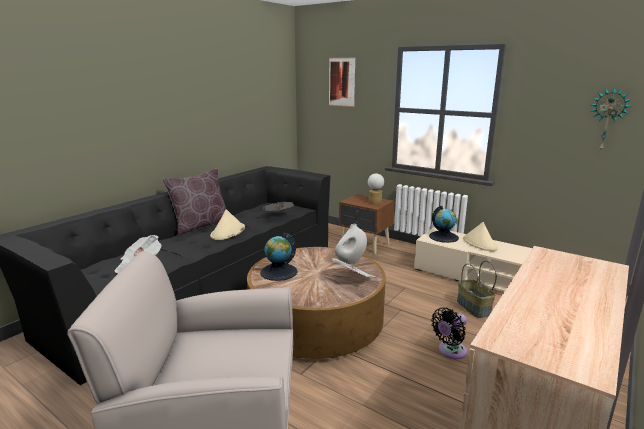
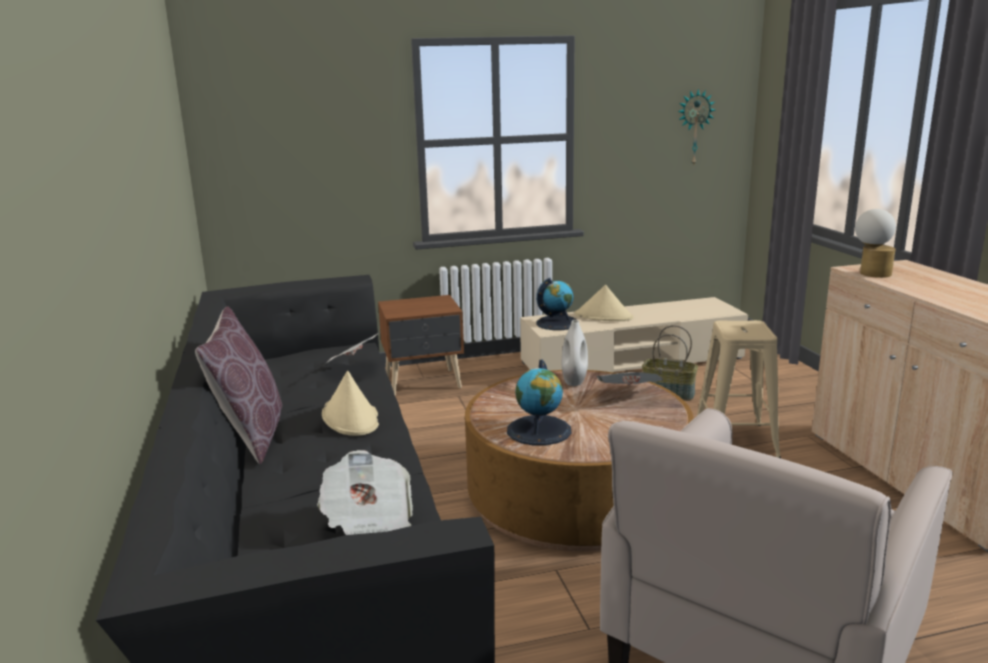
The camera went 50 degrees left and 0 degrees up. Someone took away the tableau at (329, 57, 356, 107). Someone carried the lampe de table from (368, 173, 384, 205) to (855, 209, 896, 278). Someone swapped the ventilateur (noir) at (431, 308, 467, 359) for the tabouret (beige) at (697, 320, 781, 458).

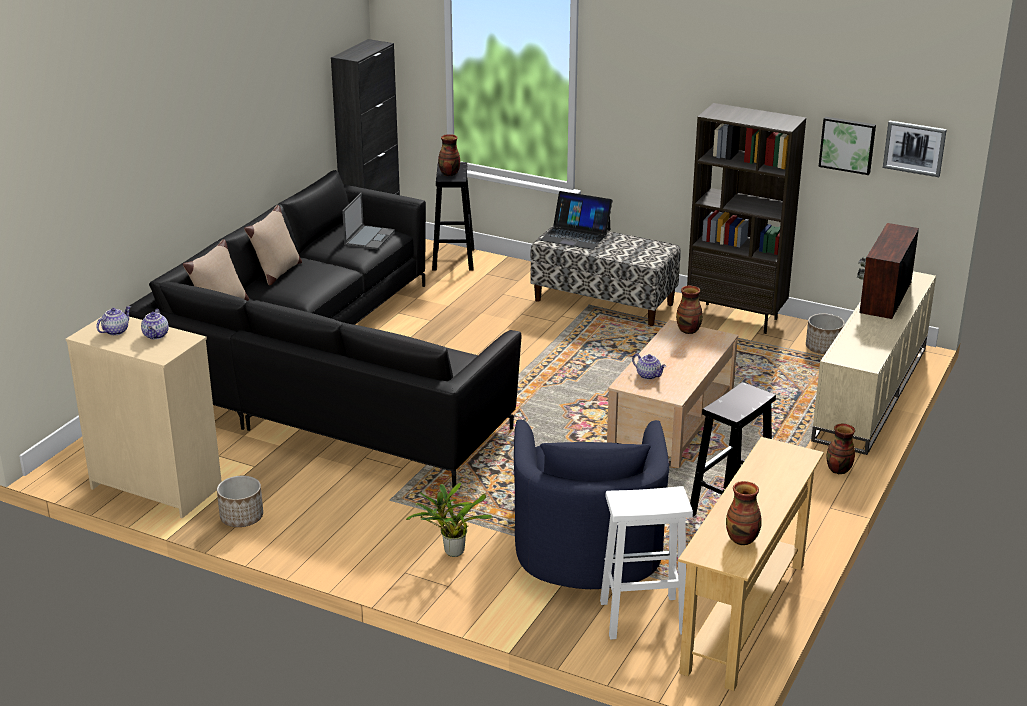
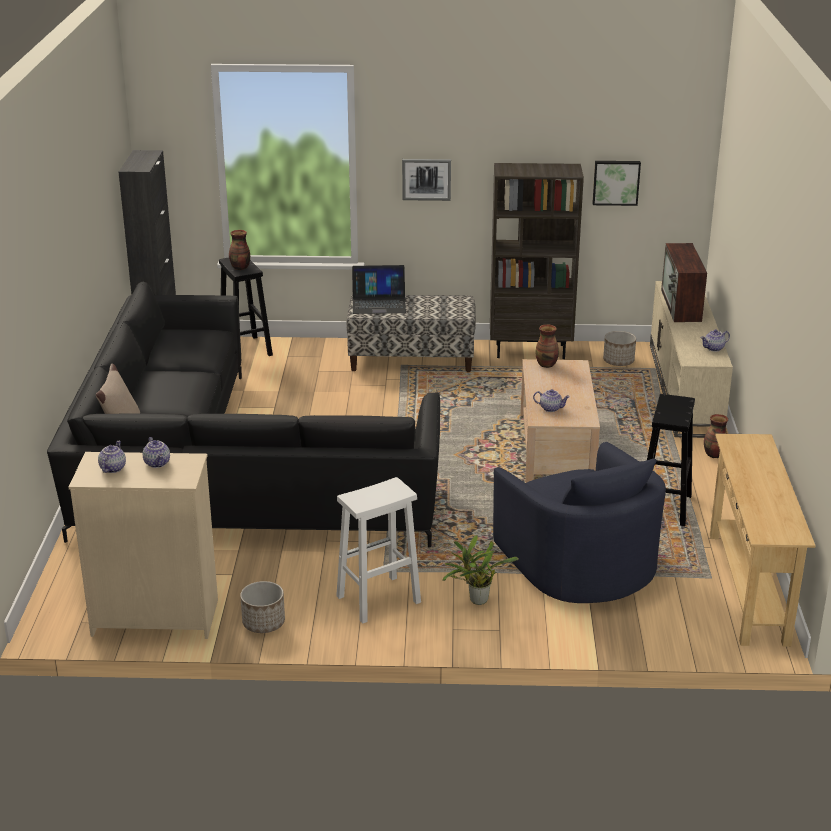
The camera went 25 degrees left and 0 degrees up. Someone carried the tableau from (883, 120, 947, 177) to (402, 159, 451, 201). Someone took away the ordinateur portable at (342, 193, 395, 250). Someone took away the coussin (beige) at (244, 205, 302, 286). Someone took away the vase at (726, 481, 762, 545). Someone carried the tabouret (blanc) from (600, 486, 693, 640) to (336, 477, 421, 624). Someone put down the théière at (701, 330, 730, 352).

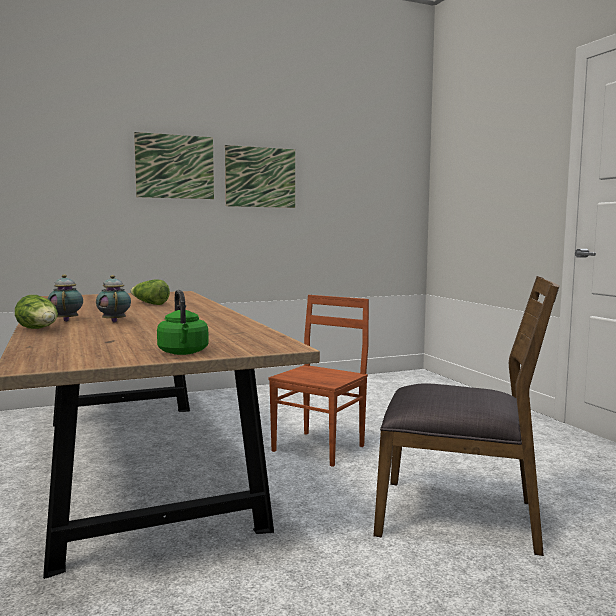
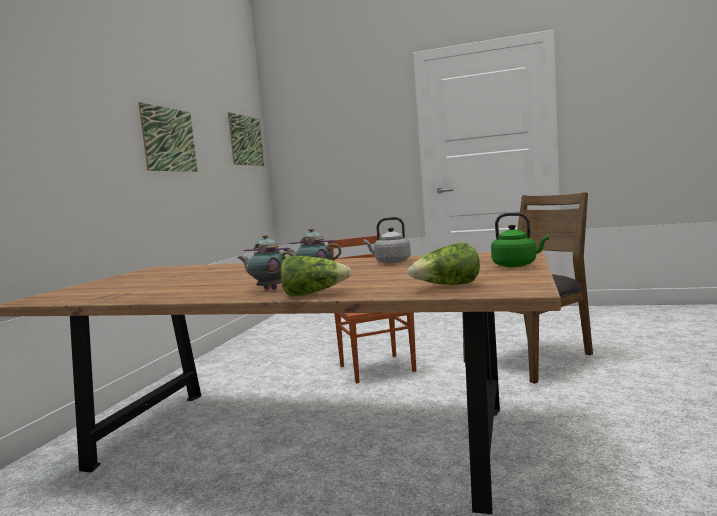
The camera went 50 degrees left and 0 degrees up. Someone carried the tableau from (134, 132, 214, 199) to (228, 112, 264, 166). Someone carried the laitue from (130, 280, 170, 305) to (408, 243, 480, 285). Someone put down the bouilloire (gris) at (363, 217, 411, 263).

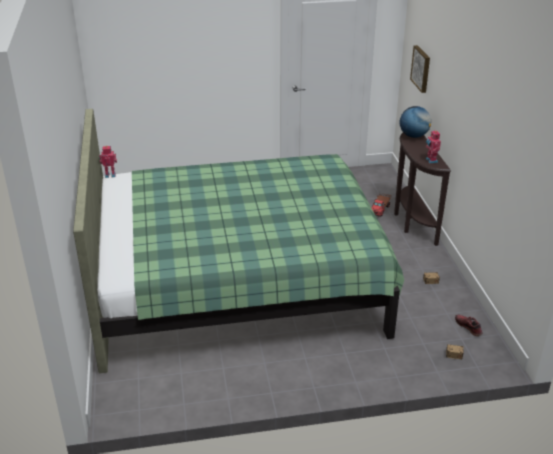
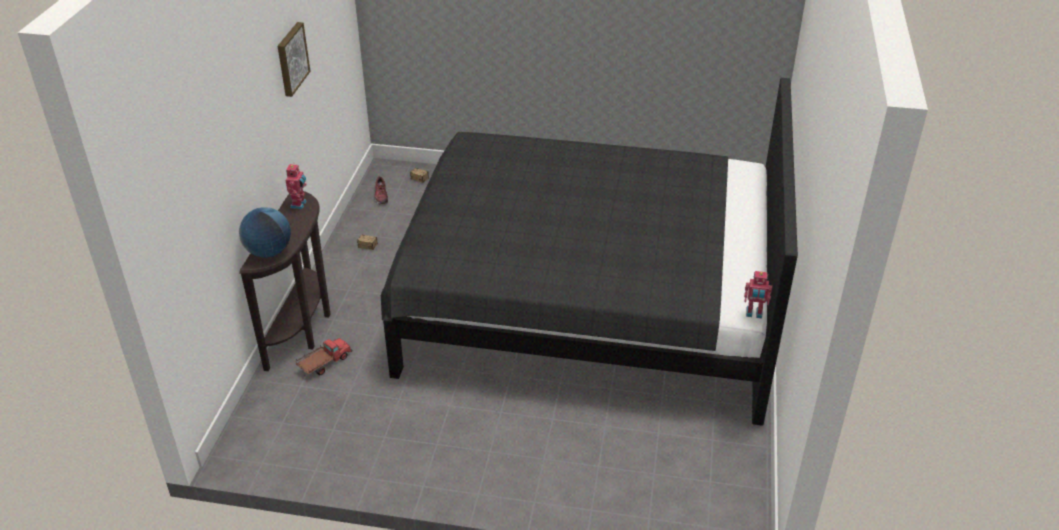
The camera went 160 degrees left and 5 degrees up. Someone carried the tableau from (410, 45, 430, 93) to (278, 22, 311, 97). Someone repainted the lit (vert) at (73, 109, 404, 373), which became the lit (noir) at (381, 78, 798, 426).

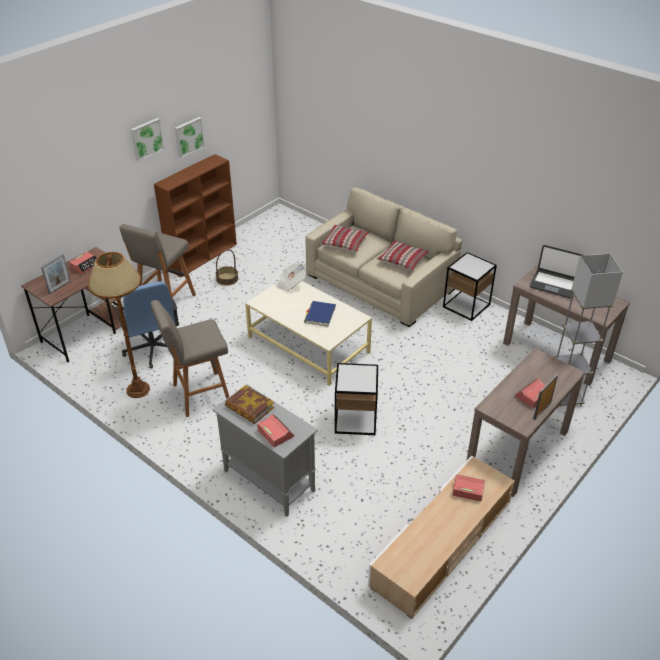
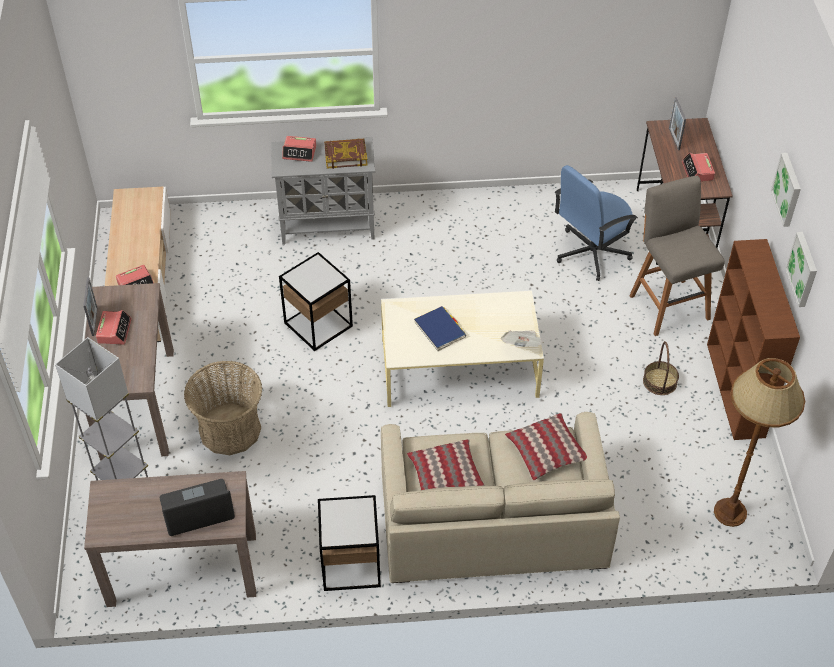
The camera went 135 degrees right and 10 degrees up. Someone carried the lampadaire (marron) from (88, 252, 150, 398) to (714, 358, 805, 527). Someone rotated the chaise de bureau (bleu) at (115, 281, 179, 369) by 60 degrees counterclockwise. Someone took away the tabouret (gris) at (151, 300, 229, 417). Someone put down the panier at (184, 361, 262, 455).

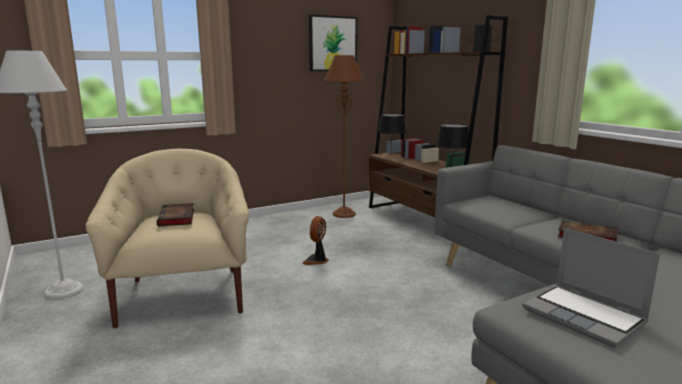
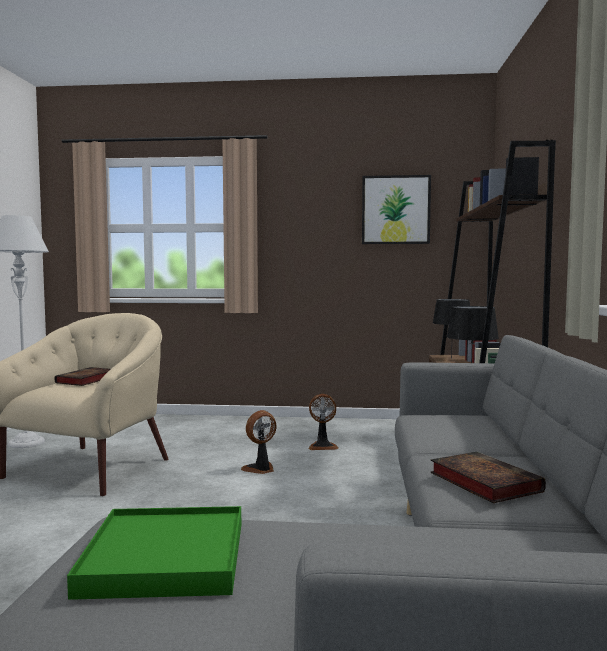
The camera went 35 degrees right and 10 degrees down. Someone took away the lampadaire (marron) at (324, 55, 364, 218). Someone swapped the ordinateur portable at (523, 228, 660, 347) for the plateau (vert) at (67, 506, 241, 600). Someone put down the ventilateur at (308, 394, 338, 450).

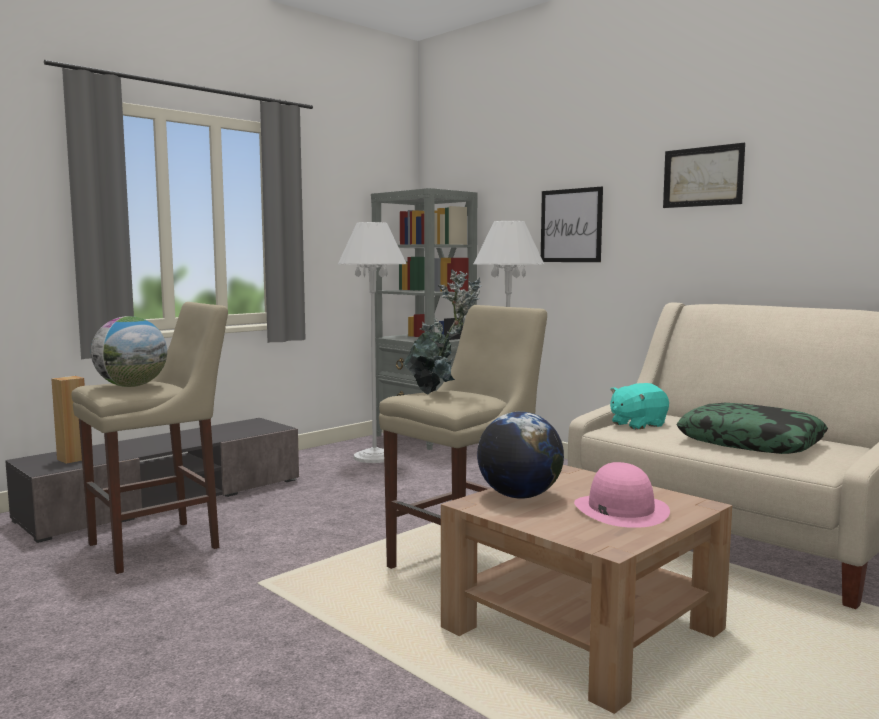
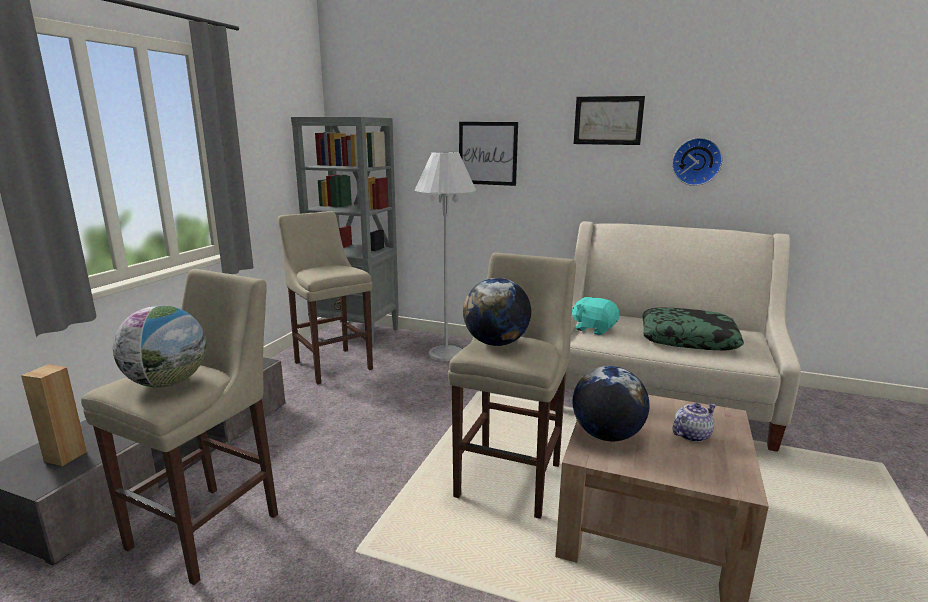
The camera went 25 degrees left and 10 degrees up. Someone swapped the lampadaire (blanc) at (338, 222, 407, 463) for the tabouret (beige) at (278, 211, 373, 384). Someone swapped the plante en pot at (404, 270, 481, 394) for the globe at (463, 278, 531, 346). Someone rotated the peluche (turquoise) at (610, 383, 669, 430) by 90 degrees clockwise. Someone swapped the chapeau (rose) at (574, 462, 670, 528) for the théière at (673, 403, 716, 442). Someone put up the horloge murale at (672, 138, 723, 186).

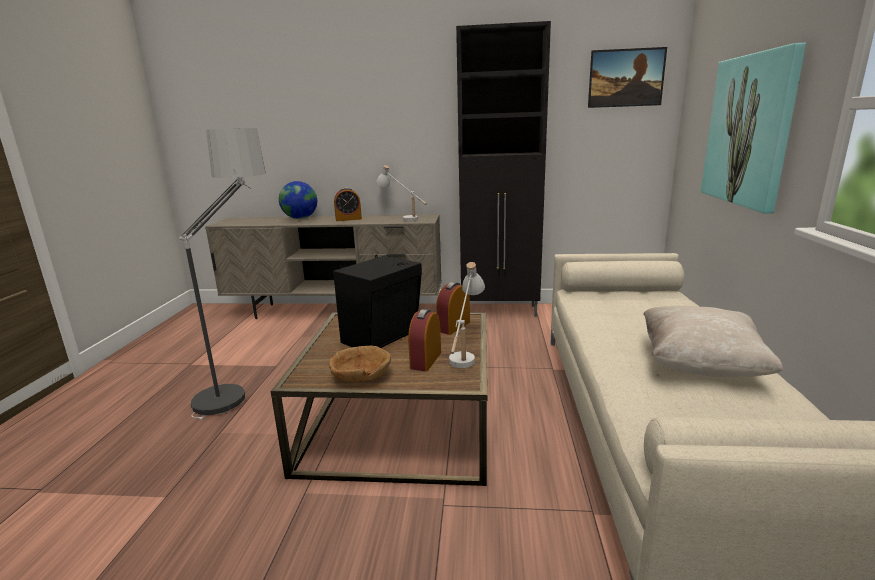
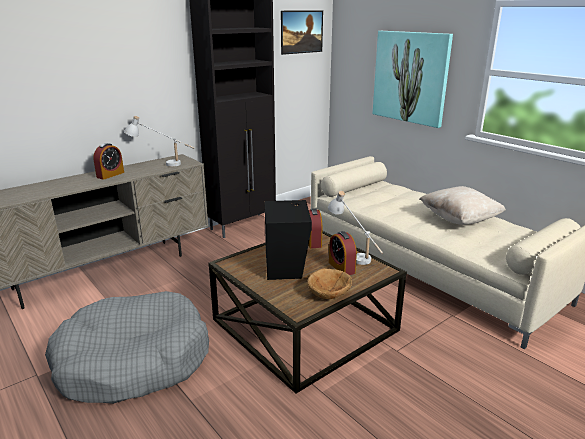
The camera went 45 degrees left and 5 degrees up. Someone swapped the lampadaire at (179, 128, 266, 420) for the panier pour chien (gris) at (45, 291, 209, 404). Someone took away the globe at (279, 181, 317, 219).

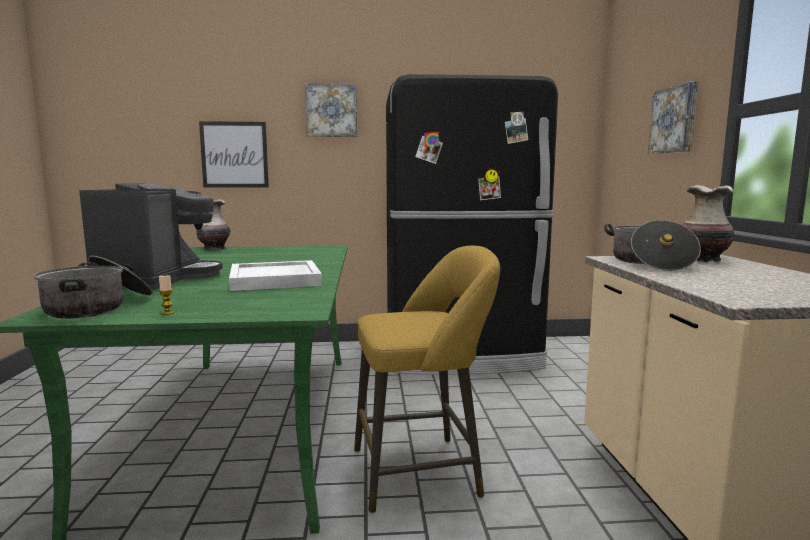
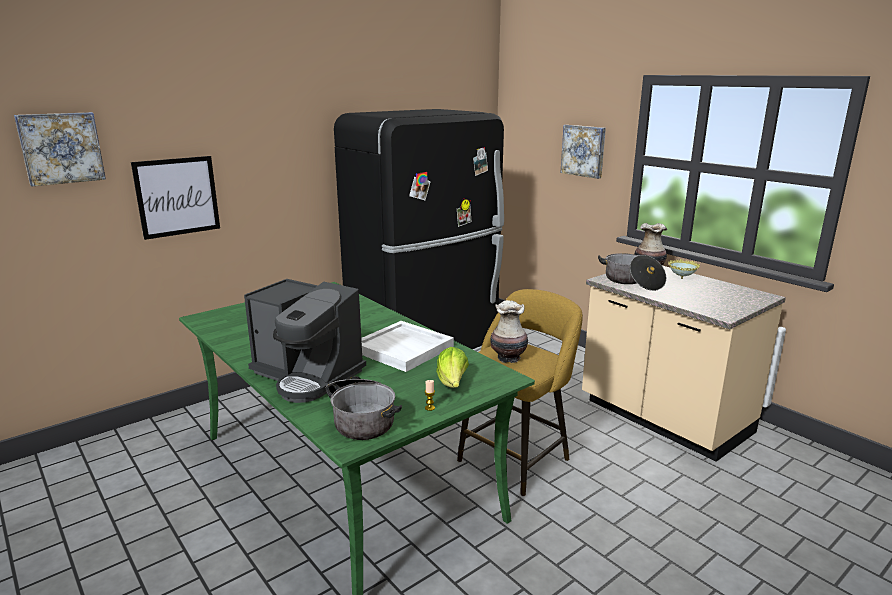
The camera went 35 degrees left and 10 degrees up. Someone carried the tableau from (305, 83, 357, 137) to (14, 112, 106, 187). Someone rotated the machine à café at (79, 183, 223, 290) by 150 degrees clockwise. Someone carried the vase from (197, 199, 230, 250) to (490, 300, 528, 363). Someone put down the bol at (668, 259, 700, 279). Someone put down the laitue at (436, 347, 469, 388).

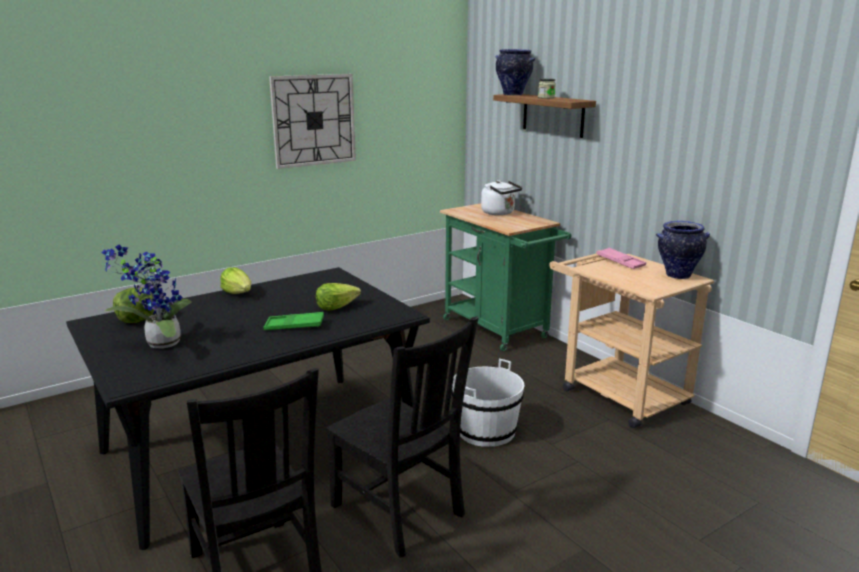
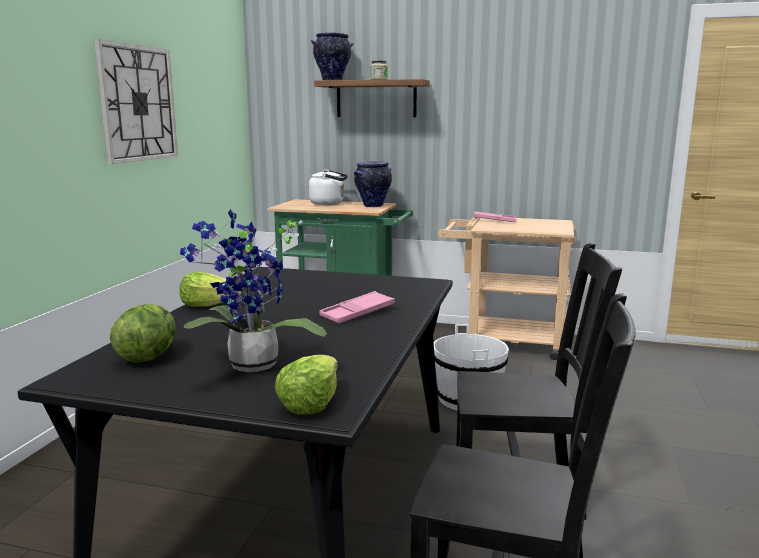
The camera went 40 degrees left and 5 degrees down. Someone carried the vase from (656, 221, 710, 279) to (354, 161, 392, 207). Someone carried the laitue from (316, 283, 361, 311) to (275, 355, 338, 415). Someone repainted the plateau (vert) at (264, 312, 324, 330), which became the plateau (rose) at (319, 291, 395, 324).

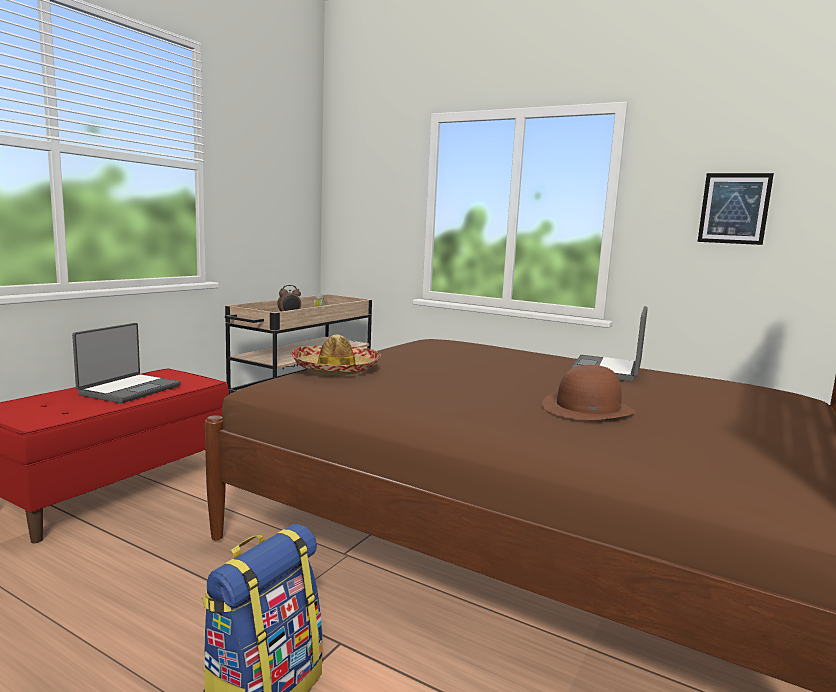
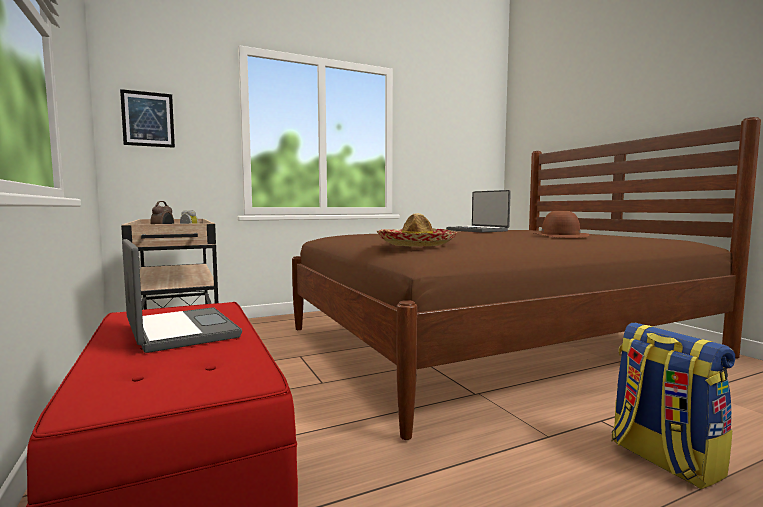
The camera went 55 degrees left and 5 degrees down. Someone carried the tableau from (698, 173, 774, 245) to (120, 89, 175, 148).

